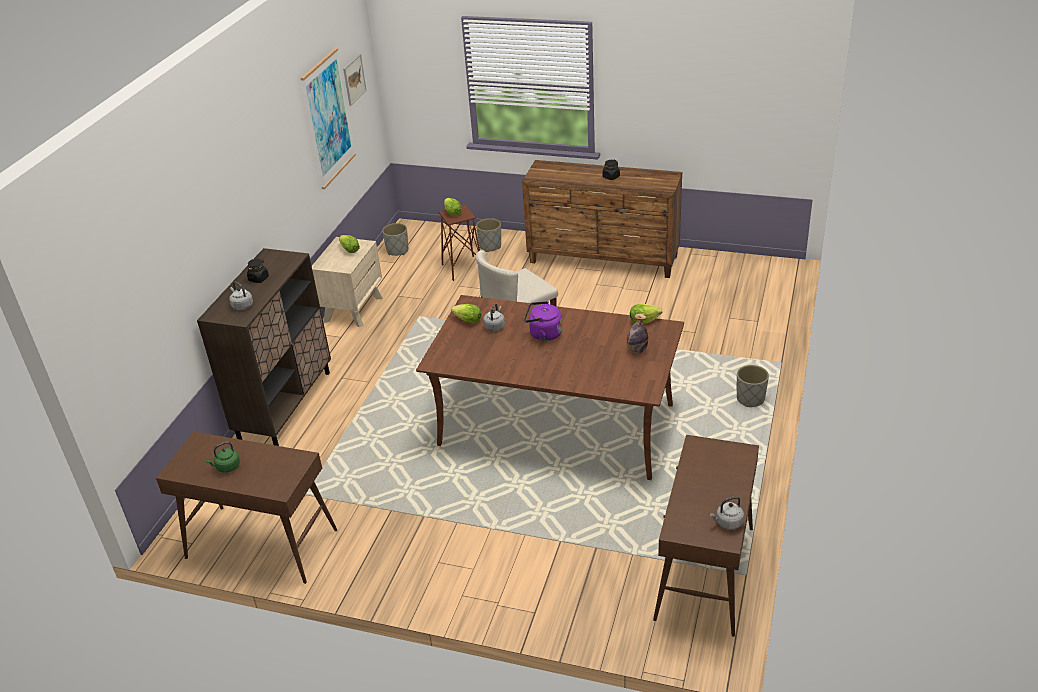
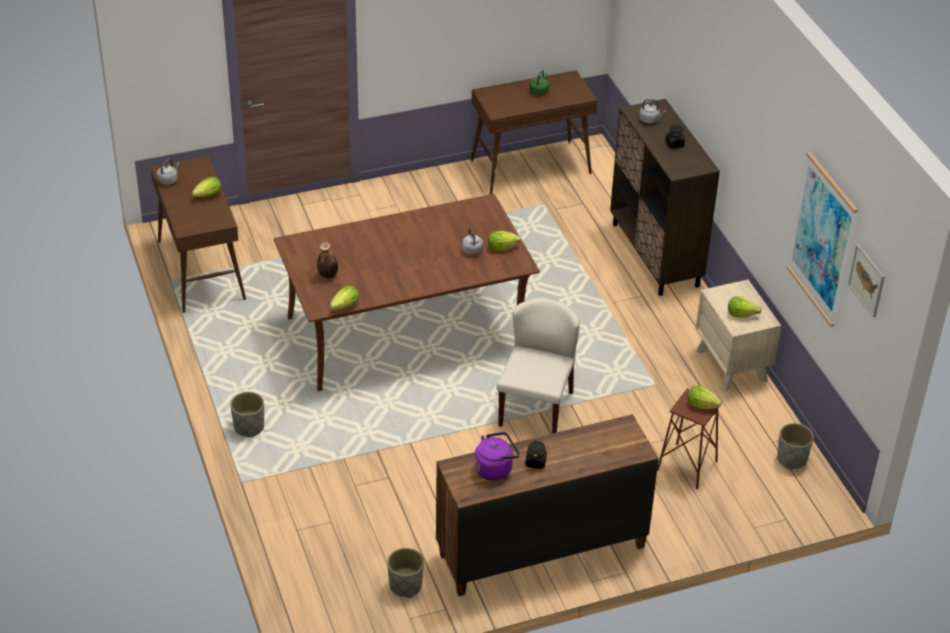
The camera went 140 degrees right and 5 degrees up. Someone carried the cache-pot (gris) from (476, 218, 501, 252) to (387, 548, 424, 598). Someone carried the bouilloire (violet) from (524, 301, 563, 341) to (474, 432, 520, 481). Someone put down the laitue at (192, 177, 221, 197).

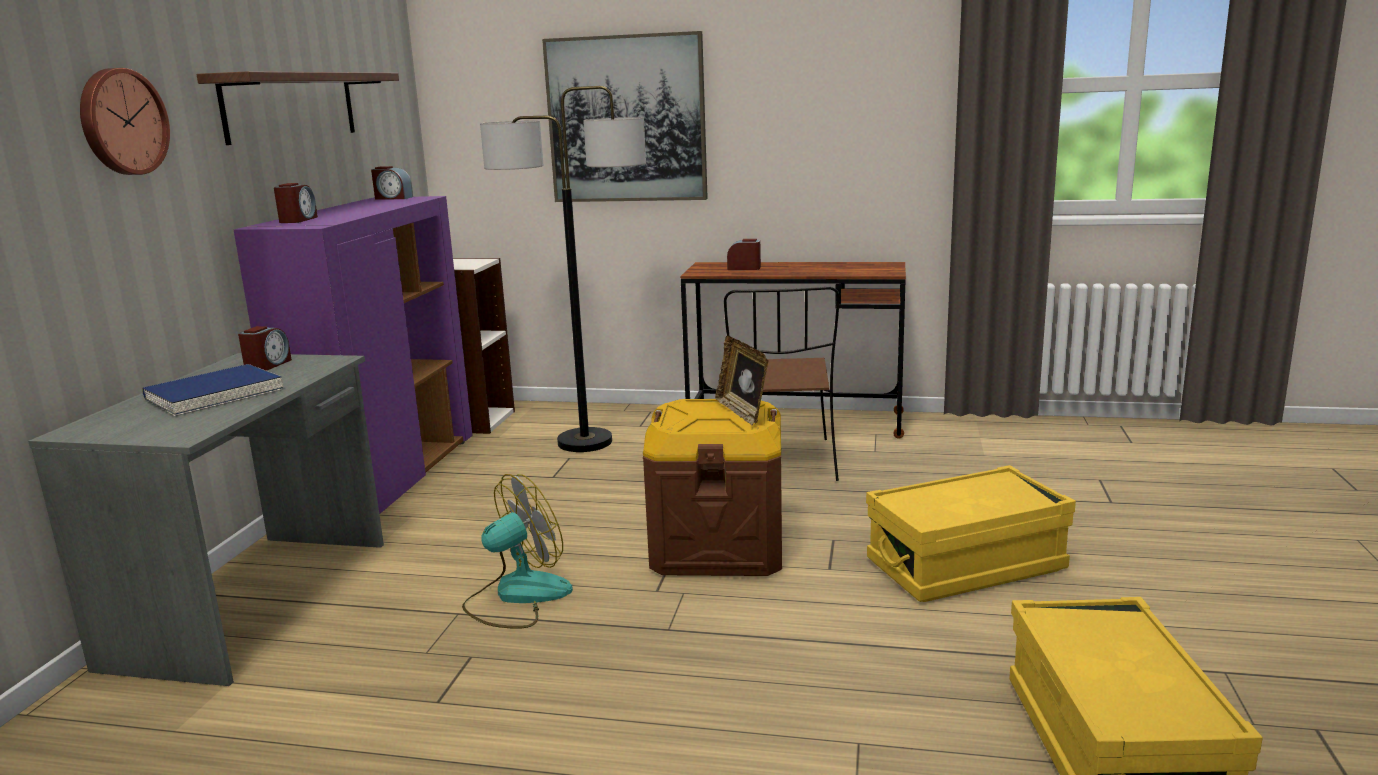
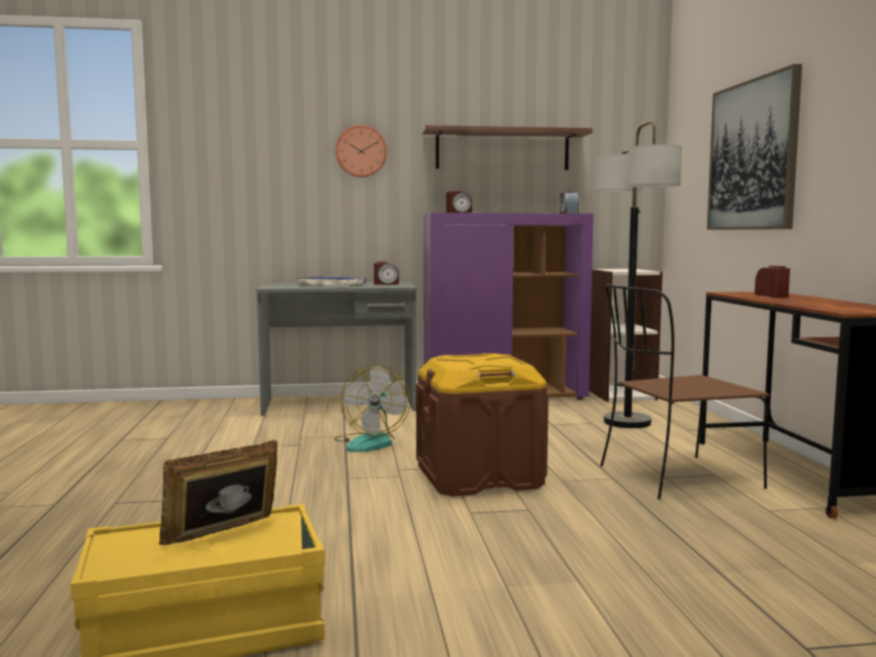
The camera went 70 degrees right and 10 degrees down. Someone carried the cadre photo from (715, 336, 768, 425) to (159, 440, 277, 545). Someone took away the boîte de rangement (jaune) at (866, 465, 1076, 602). Someone rotated the ventilateur at (462, 474, 573, 629) by 60 degrees clockwise.

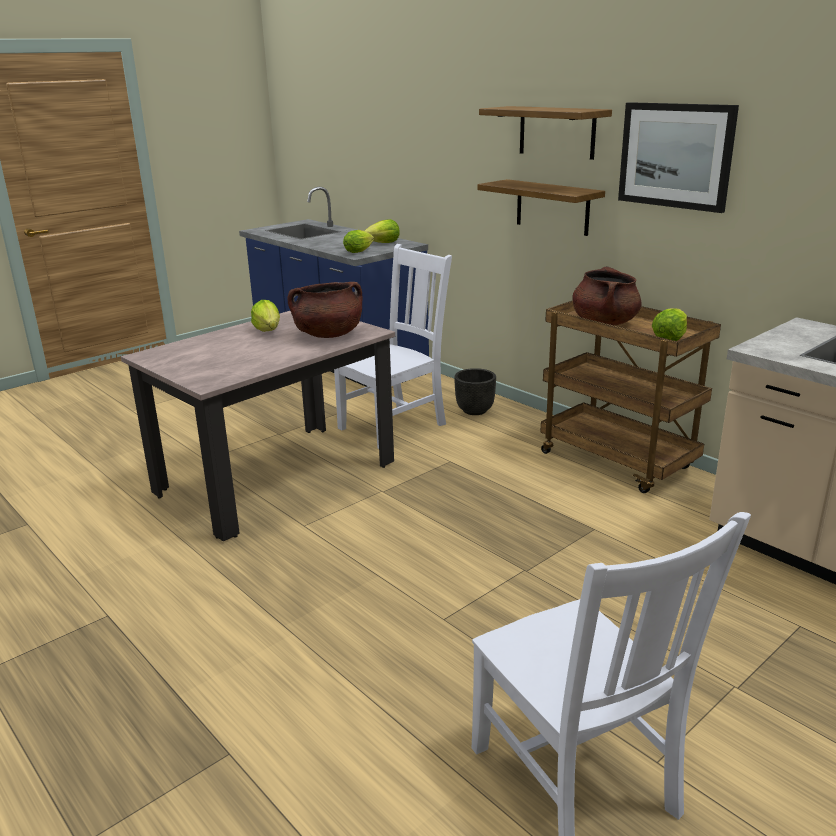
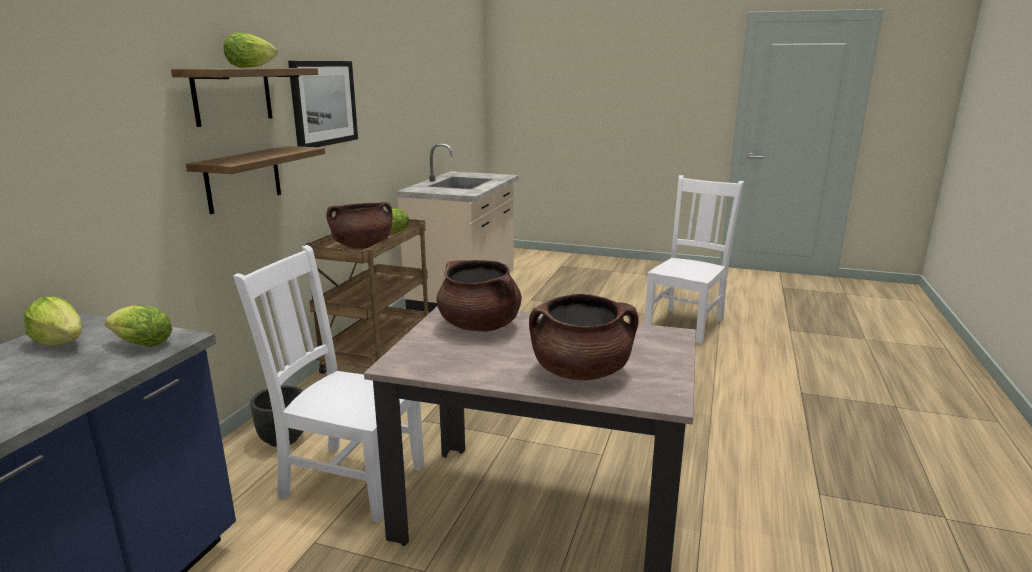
The camera went 120 degrees left and 5 degrees down. Someone carried the laitue from (251, 300, 280, 332) to (224, 32, 277, 68). Someone put down the marmite (marron) at (529, 294, 639, 381).

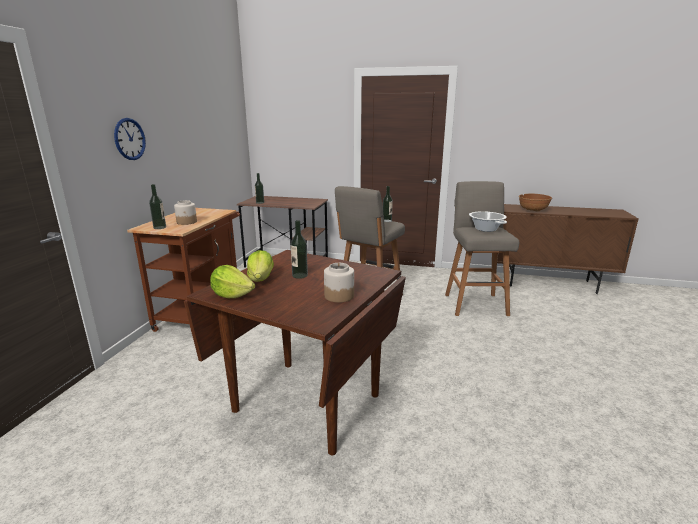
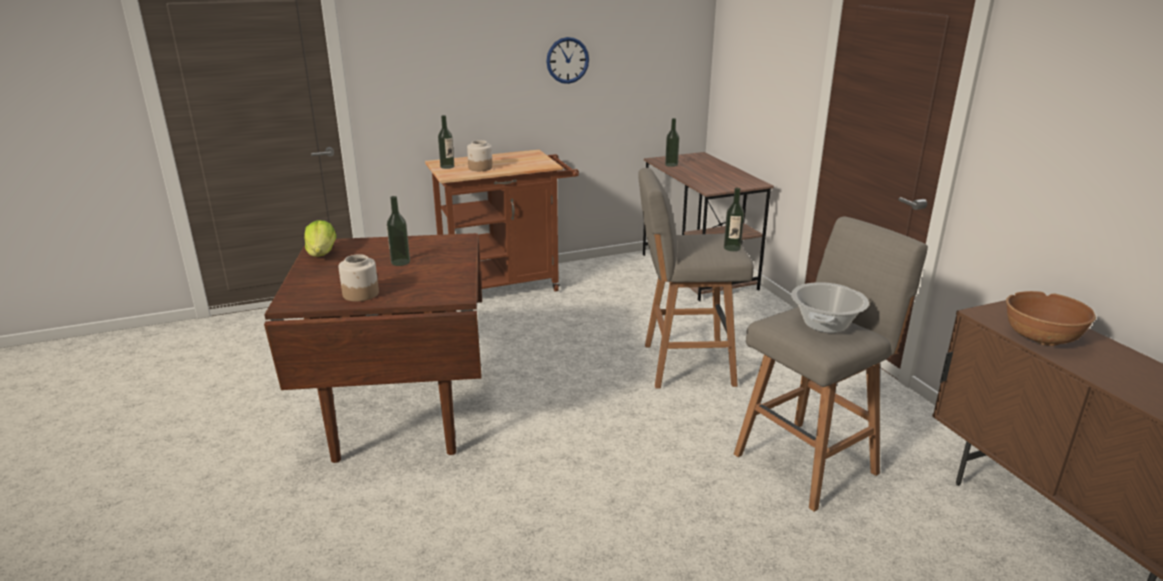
The camera went 55 degrees right and 5 degrees up. Someone carried the horloge murale from (114, 118, 146, 160) to (546, 37, 589, 84). Someone took away the laitue at (247, 250, 274, 282).

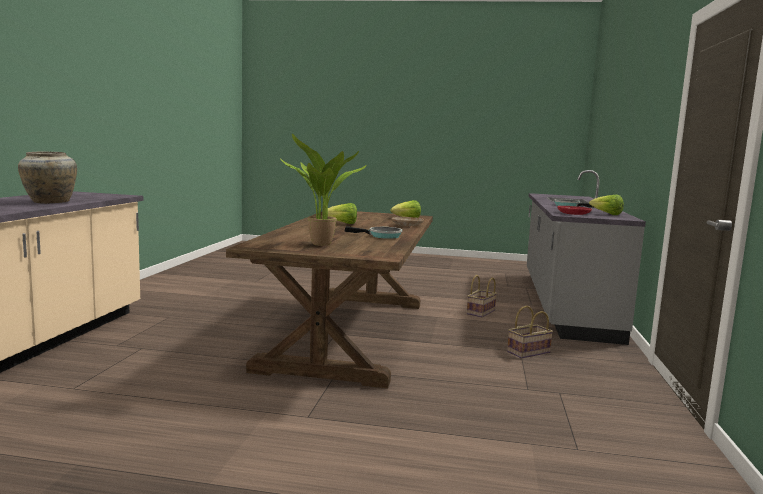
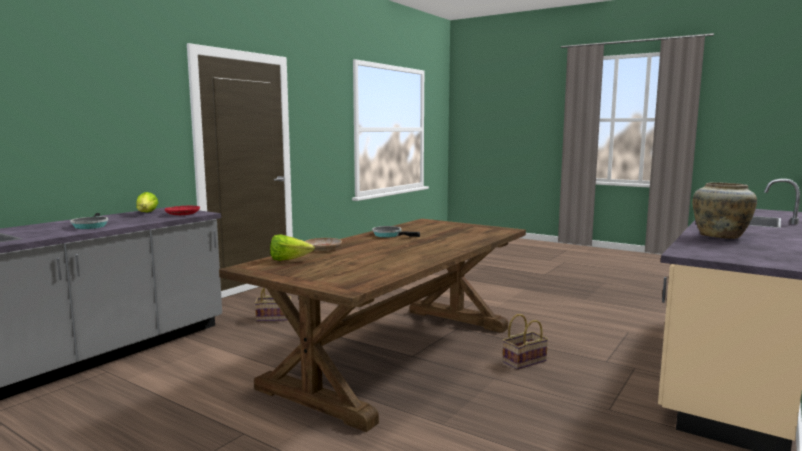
The camera went 155 degrees left and 0 degrees up. Someone took away the plante en pot at (280, 134, 367, 246). Someone took away the laitue at (328, 203, 357, 224). Someone carried the panier from (467, 275, 497, 317) to (503, 314, 548, 370).

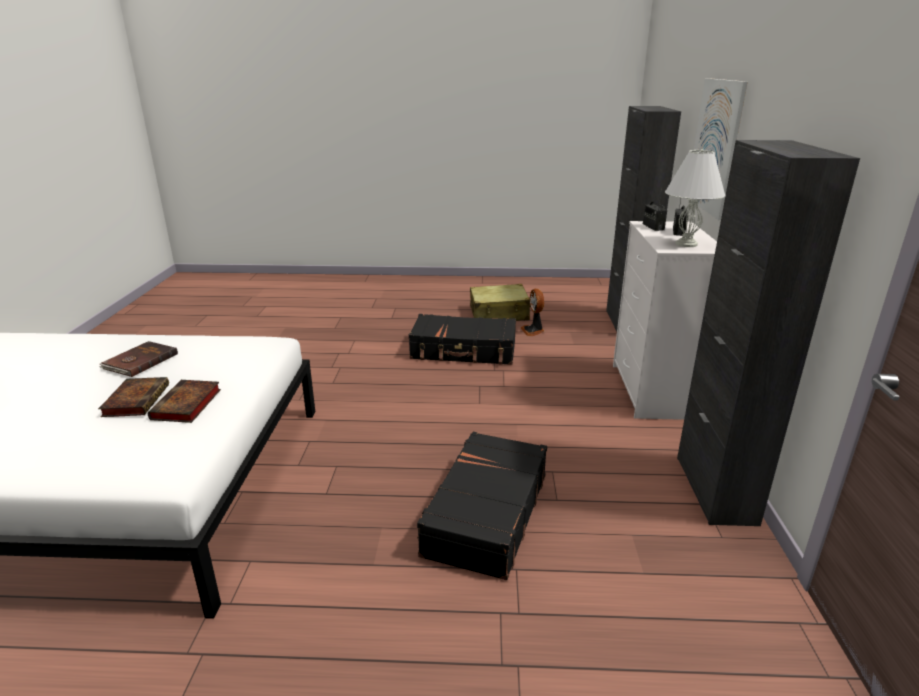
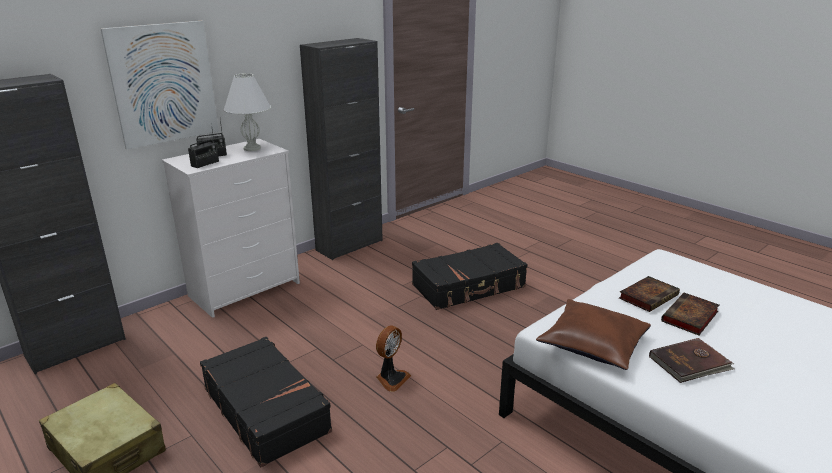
The camera went 135 degrees left and 0 degrees up. Someone carried the ventilateur from (521, 288, 545, 336) to (376, 326, 411, 392). Someone put down the coussin (marron) at (536, 299, 651, 370).

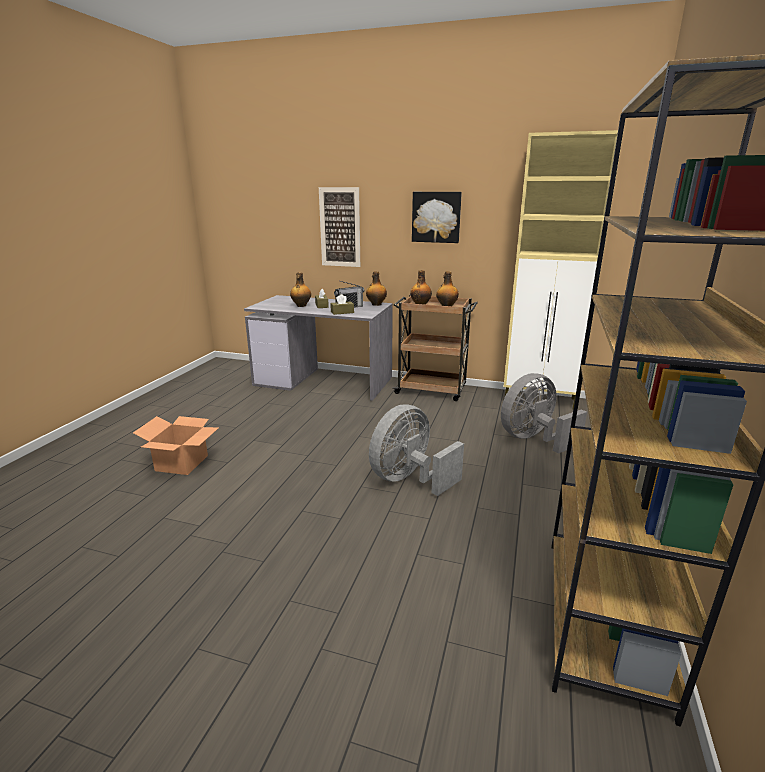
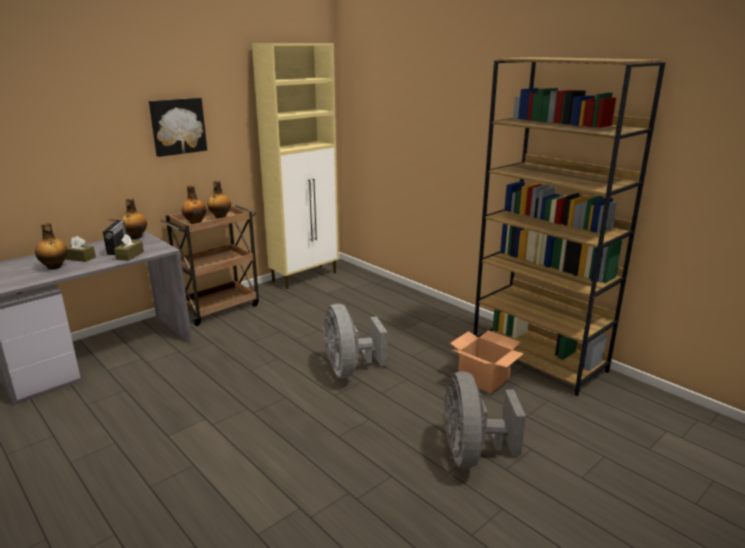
The camera went 60 degrees left and 0 degrees up. Someone took away the tableau at (319, 187, 360, 267). Someone carried the ventilateur (gris) from (501, 373, 587, 454) to (443, 371, 526, 469). Someone carried the carton from (133, 416, 219, 475) to (450, 330, 524, 394).

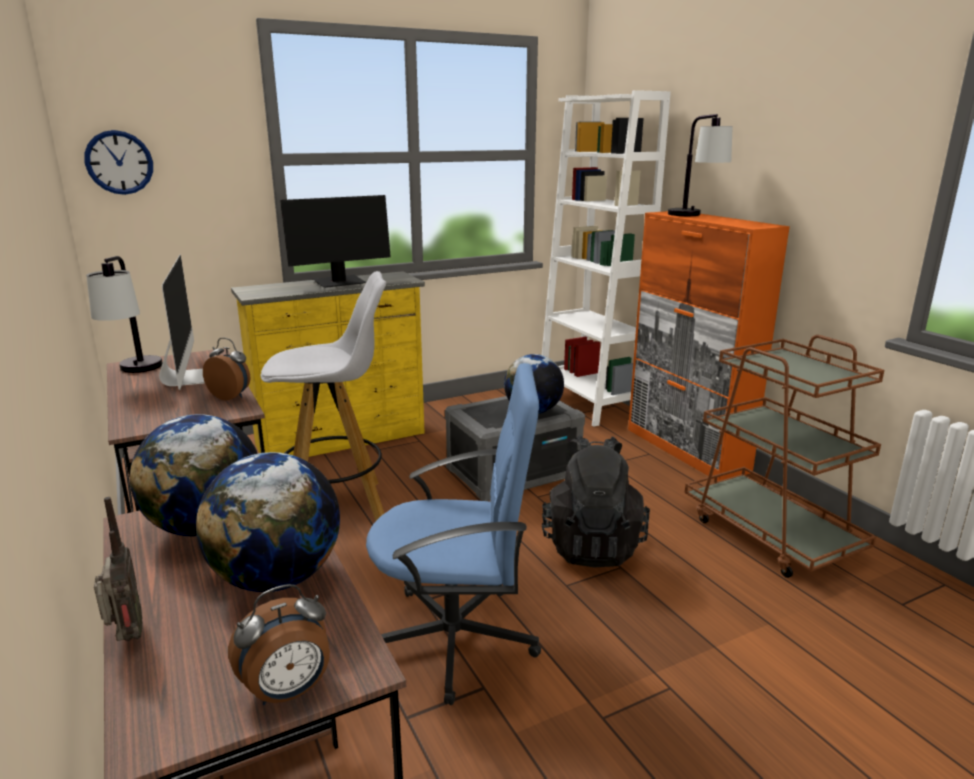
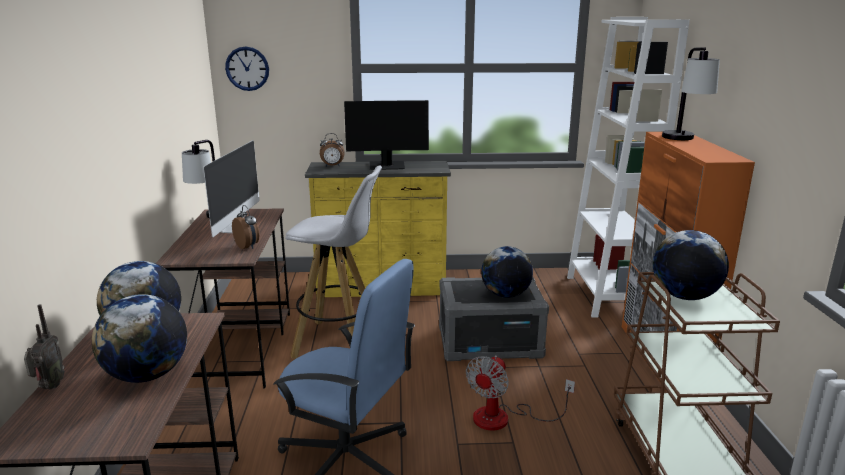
The camera went 25 degrees right and 0 degrees up. Someone swapped the sac à dos (noir) at (542, 435, 650, 567) for the ventilateur at (466, 355, 575, 431). Someone carried the réveil from (228, 584, 330, 705) to (320, 133, 344, 166). Someone put down the globe at (653, 230, 729, 300).

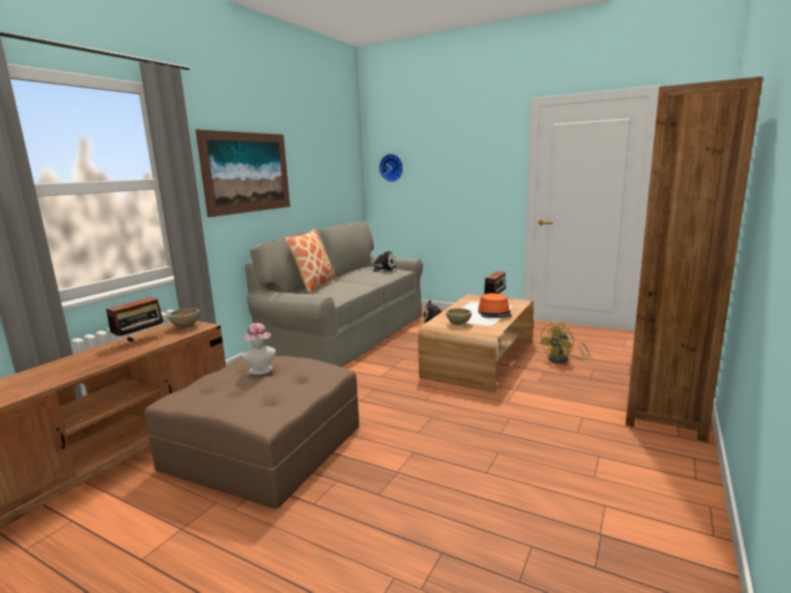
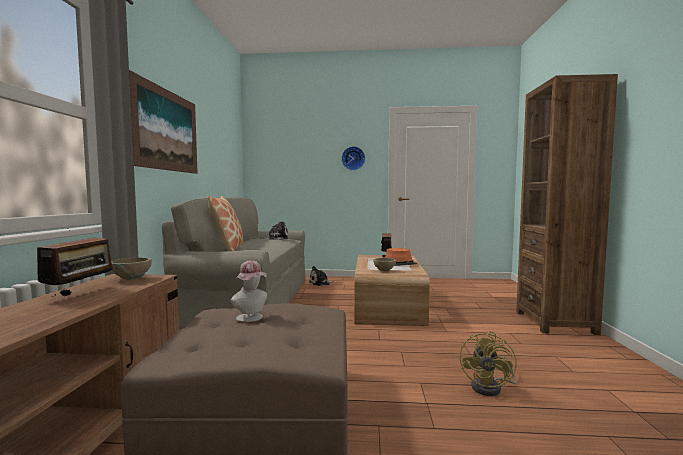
The camera went 25 degrees left and 10 degrees down. Someone carried the horloge murale from (379, 154, 403, 182) to (341, 146, 365, 171). Someone carried the ventilateur (jaune) from (539, 322, 589, 363) to (460, 331, 517, 396).

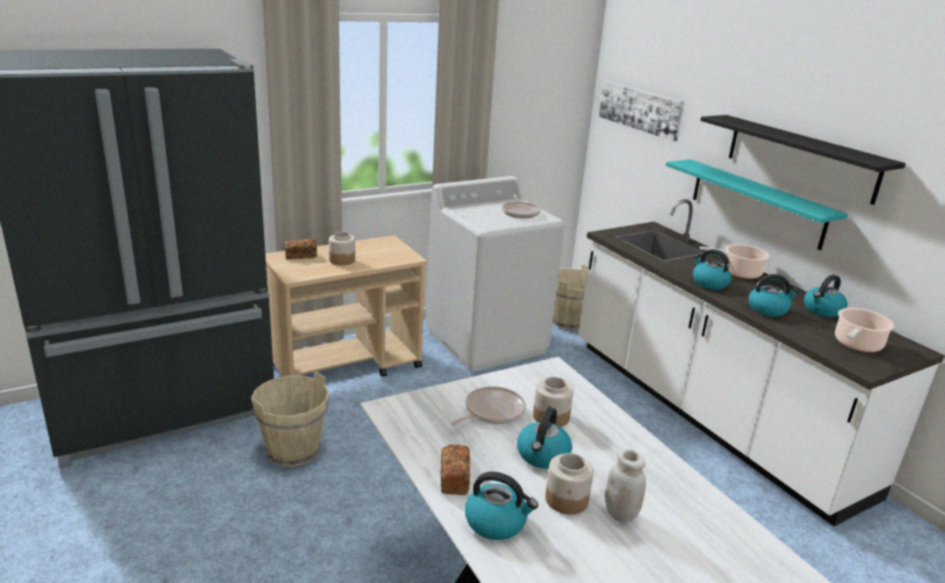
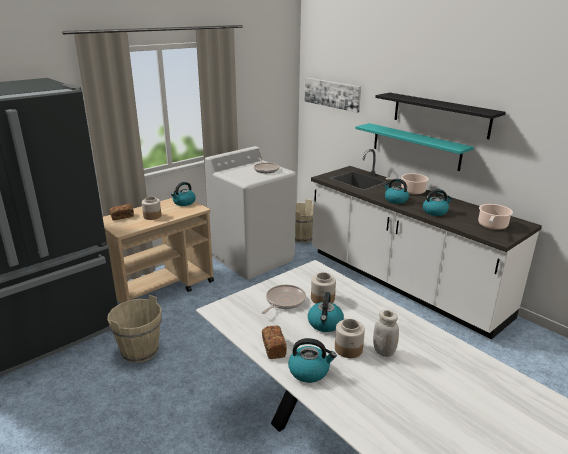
The camera went 10 degrees left and 0 degrees up. Someone carried the bouilloire from (804, 275, 847, 317) to (171, 182, 196, 206).

